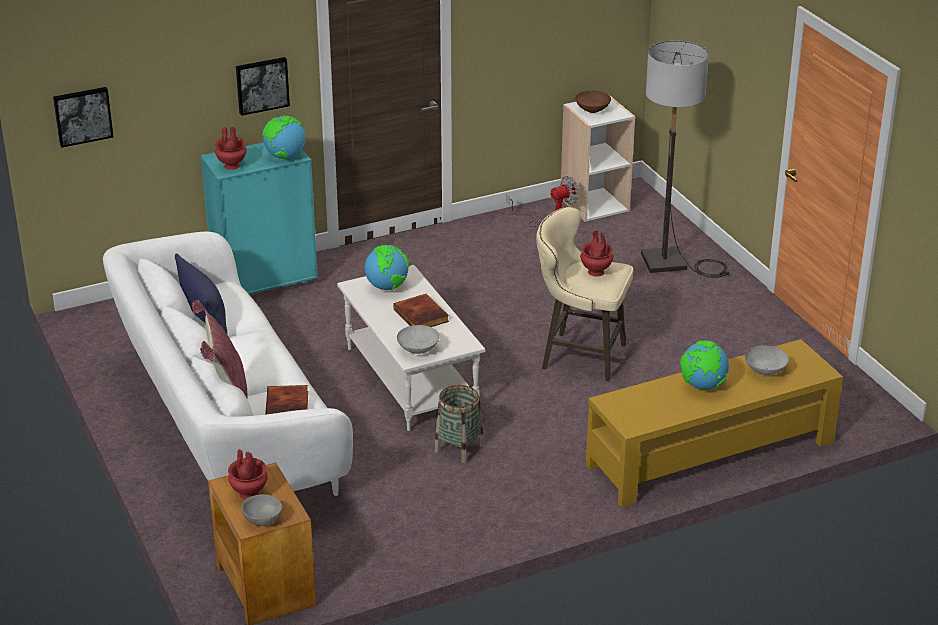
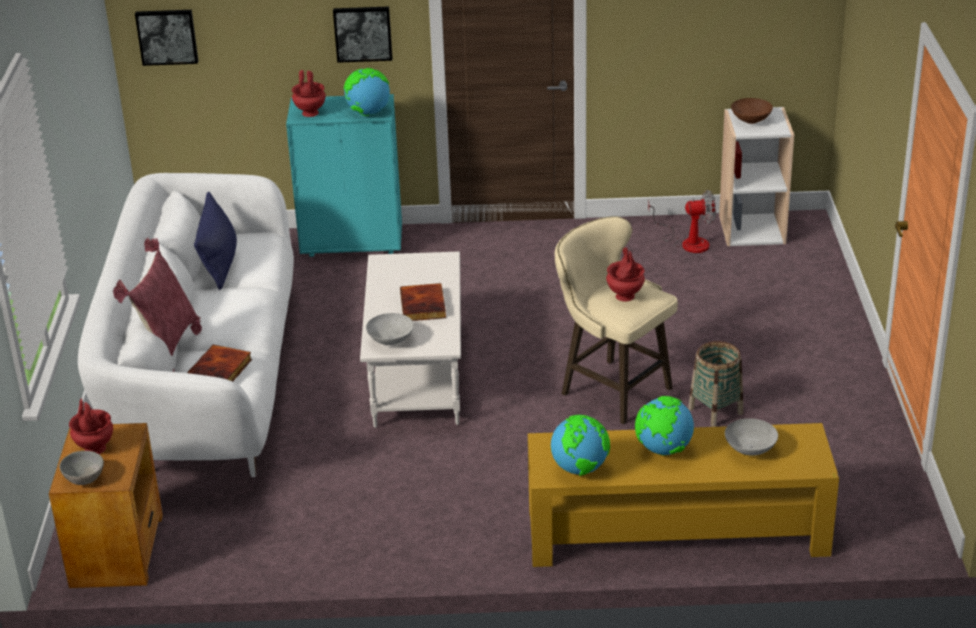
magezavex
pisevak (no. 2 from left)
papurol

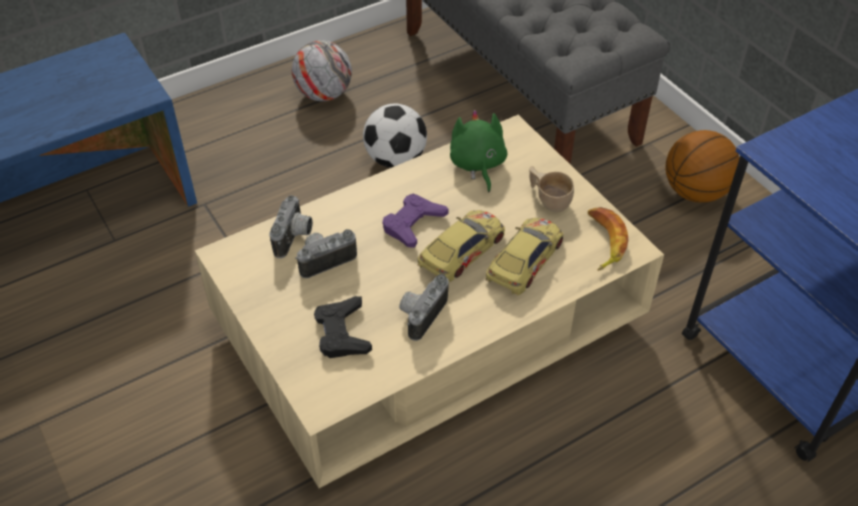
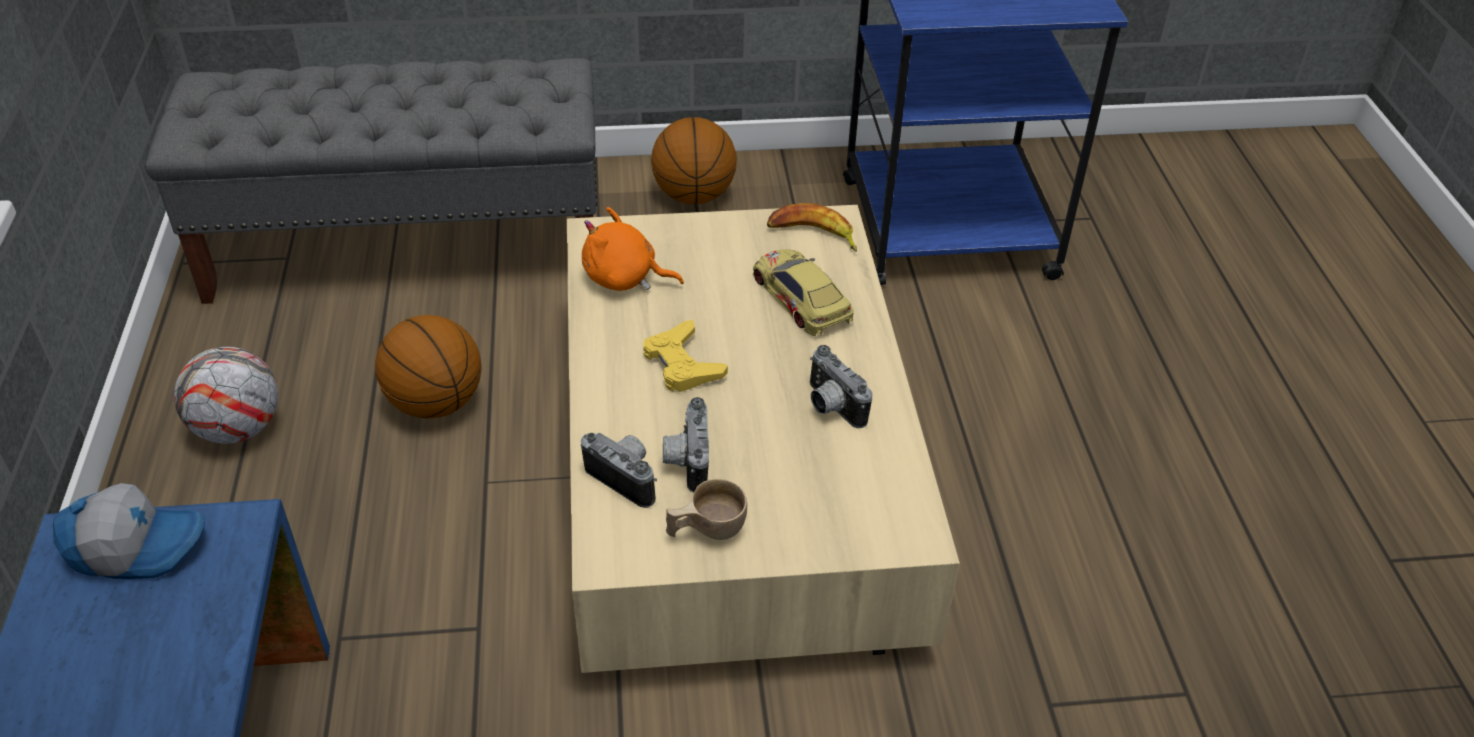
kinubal (no. 1 from left)
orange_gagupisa
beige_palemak
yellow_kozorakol
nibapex (no. 1 from left in the first image)
black_kozorakol
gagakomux

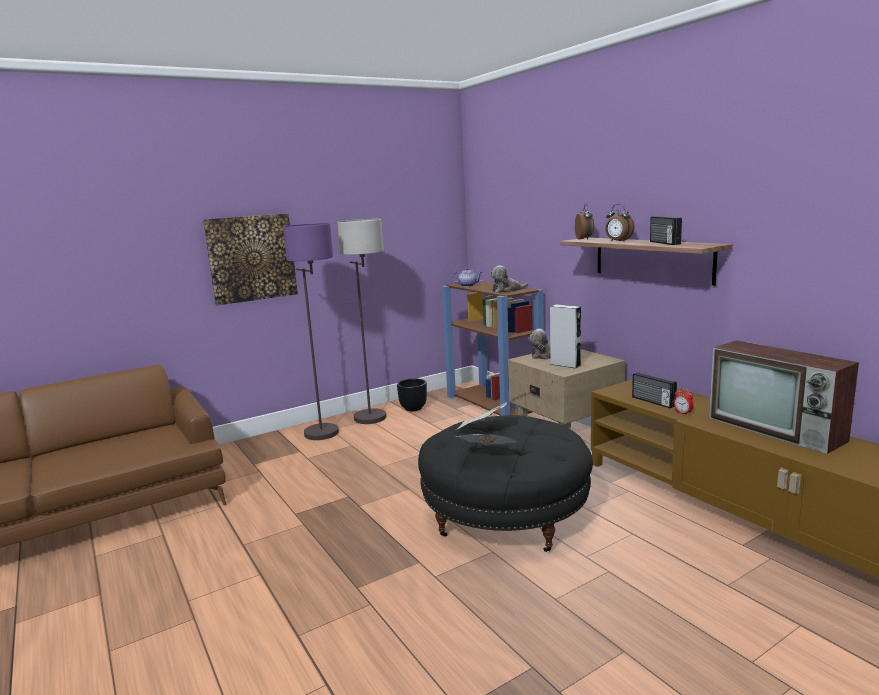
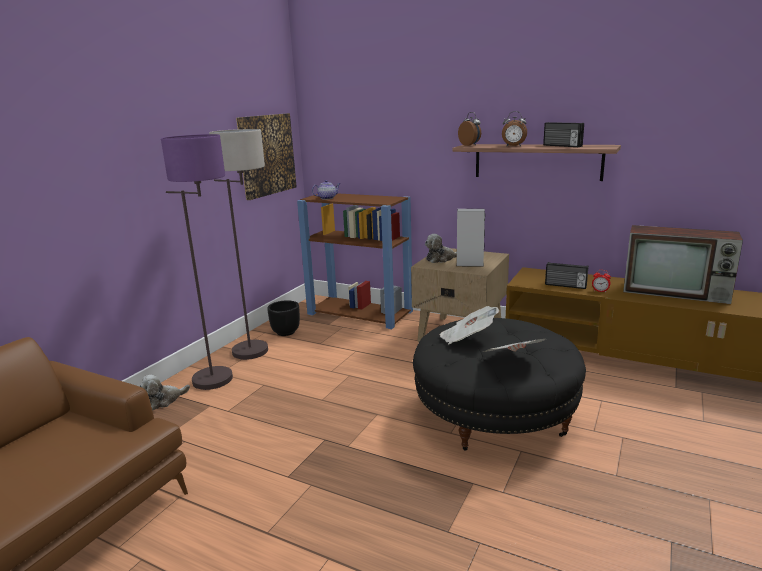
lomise
gagupisa (no. 1 from left)

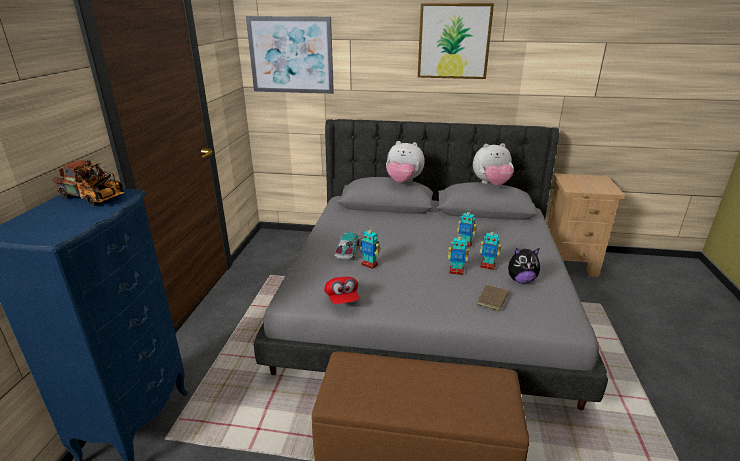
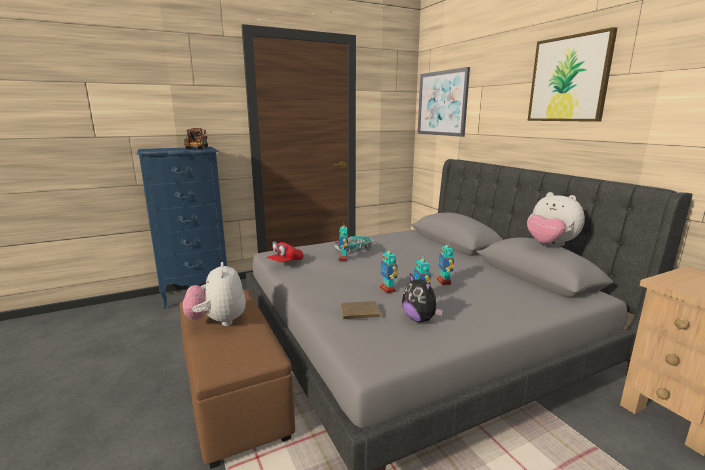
gagupisa (no. 1 from left)

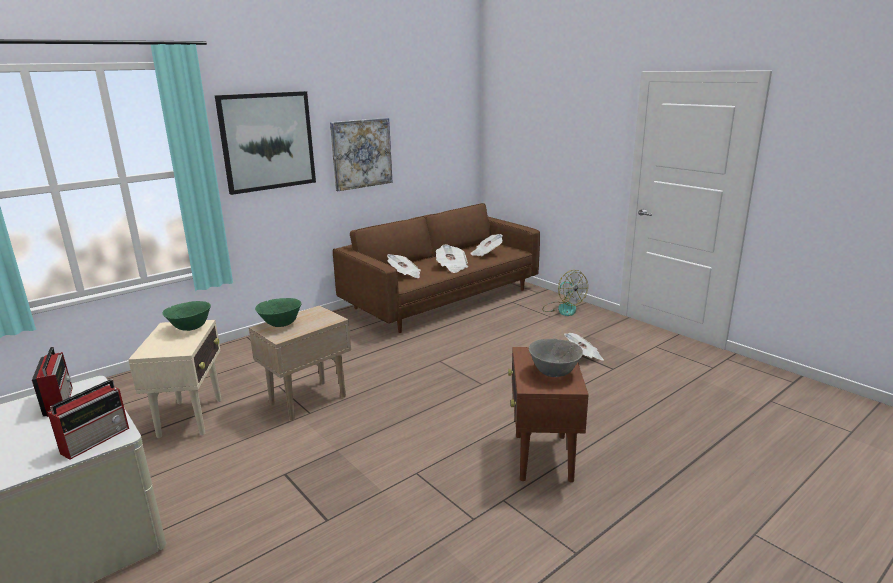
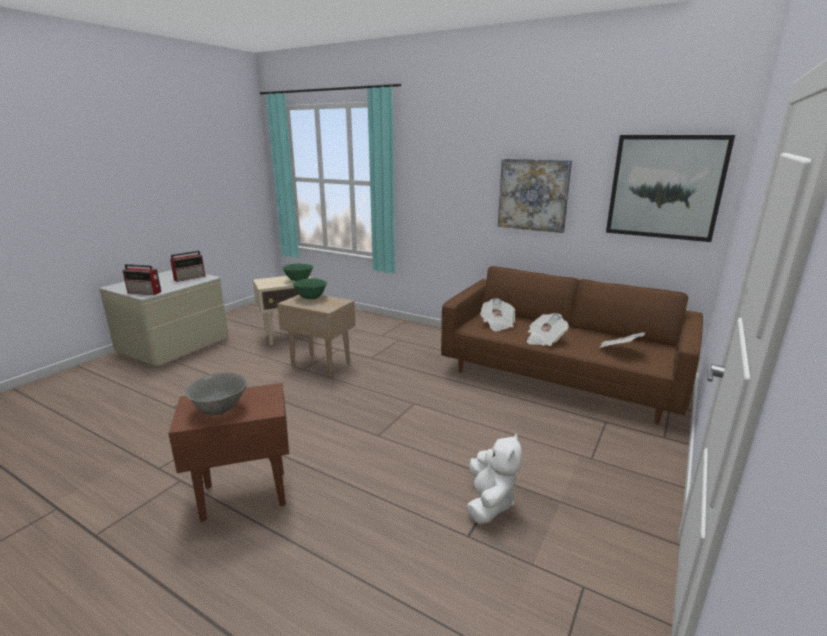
lomise (no. 2 from left)
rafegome
white_gagupisa

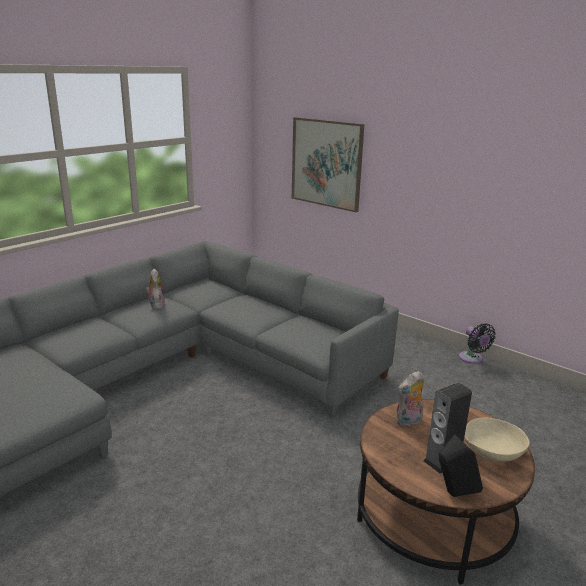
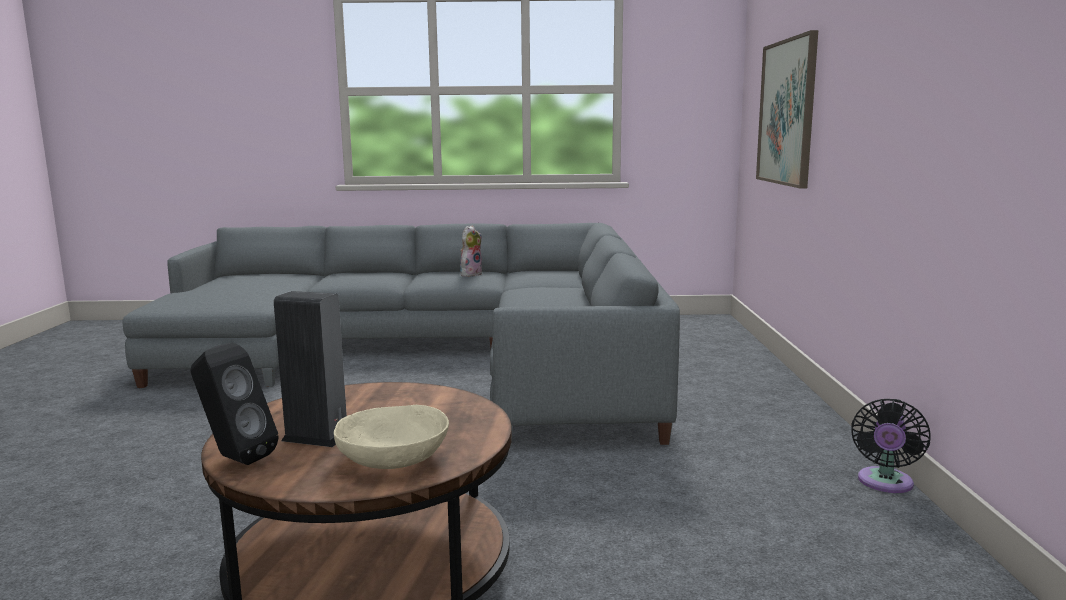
gagupisa (no. 2 from left in the first image)

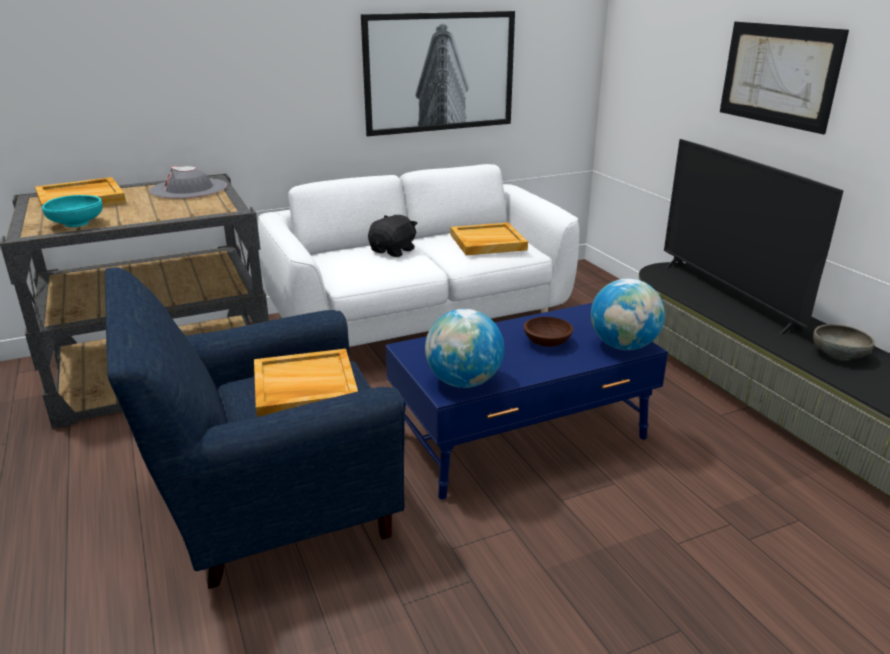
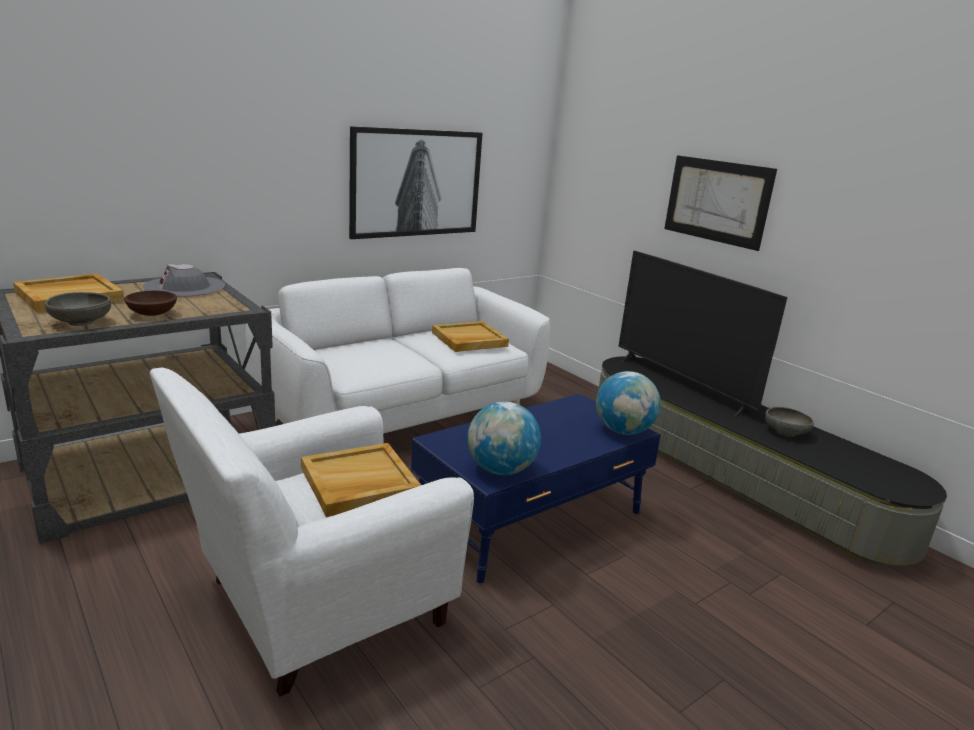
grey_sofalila (no. 1 from left)
black_gagupisa
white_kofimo
brown_sofalila

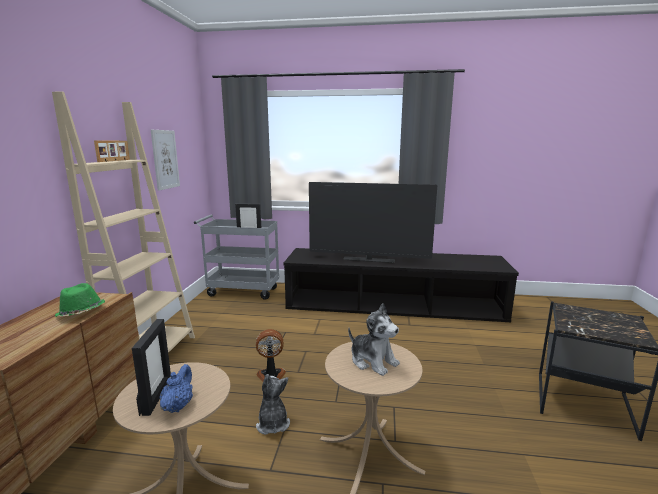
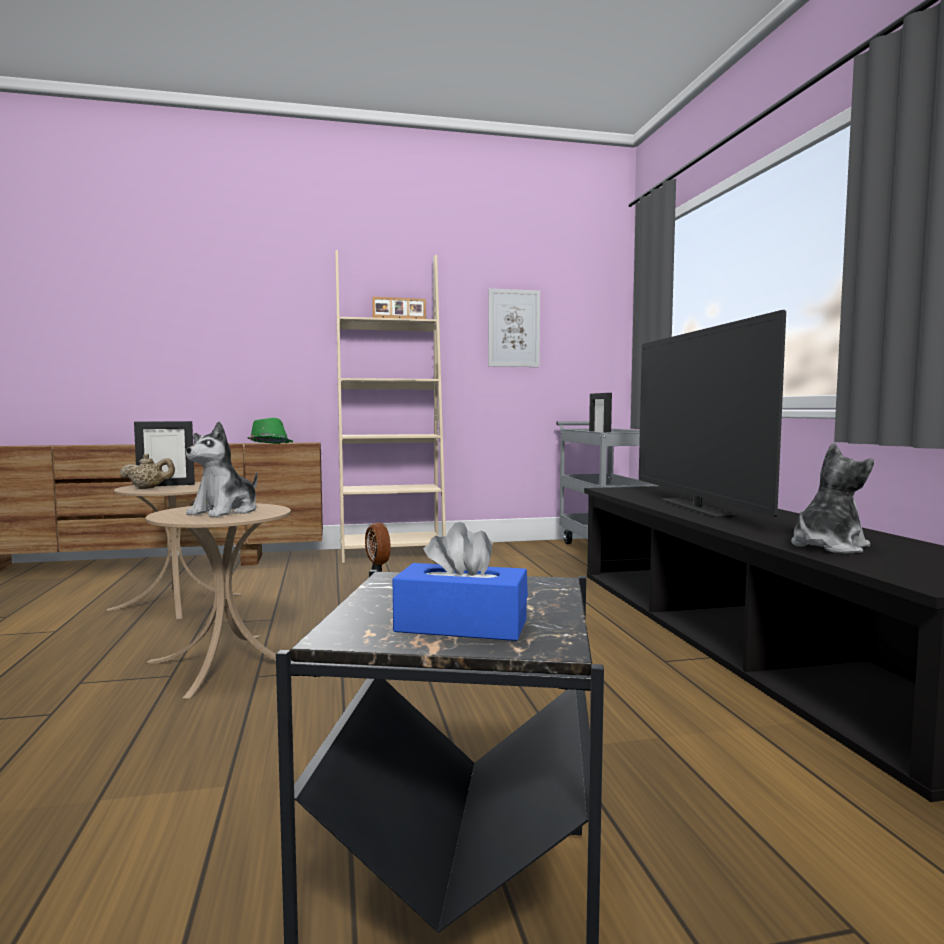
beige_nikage
gagupisa (no. 2 from left)
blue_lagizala

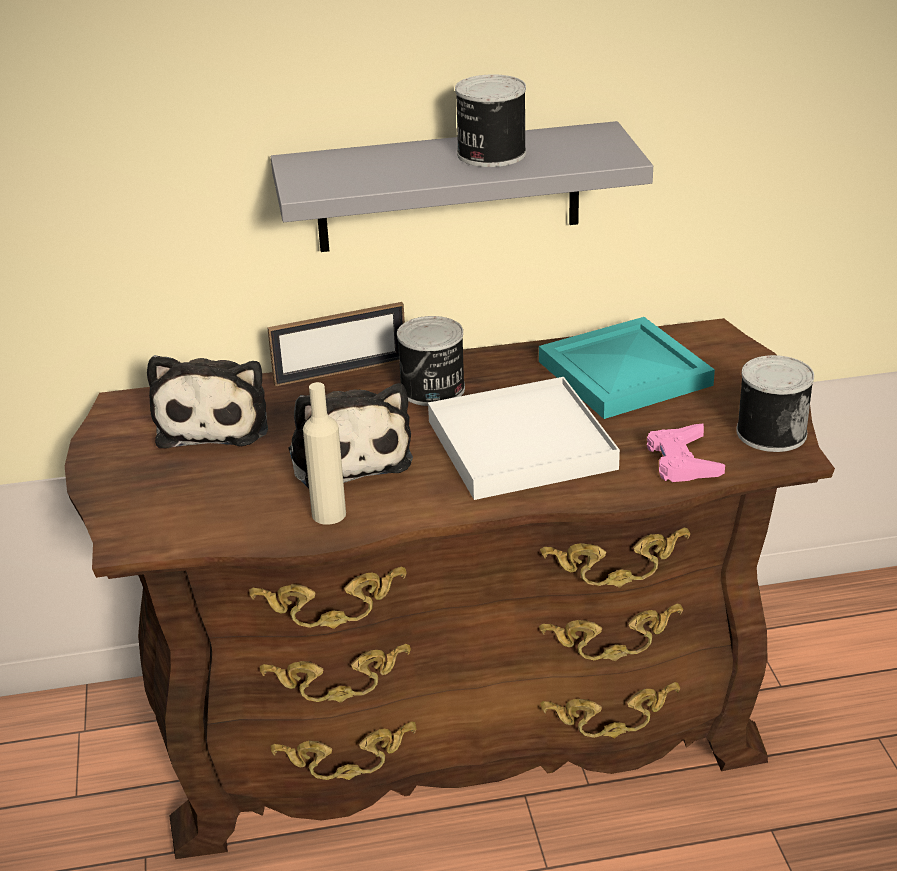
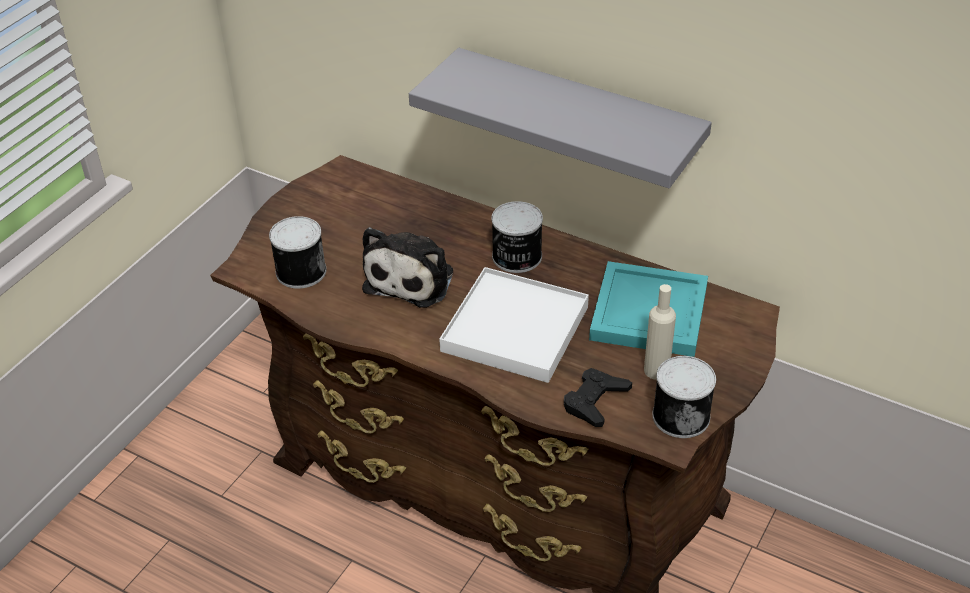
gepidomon (no. 1 from left)
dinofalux
gagupisa (no. 1 from left in the first image)
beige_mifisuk
black_kozorakol

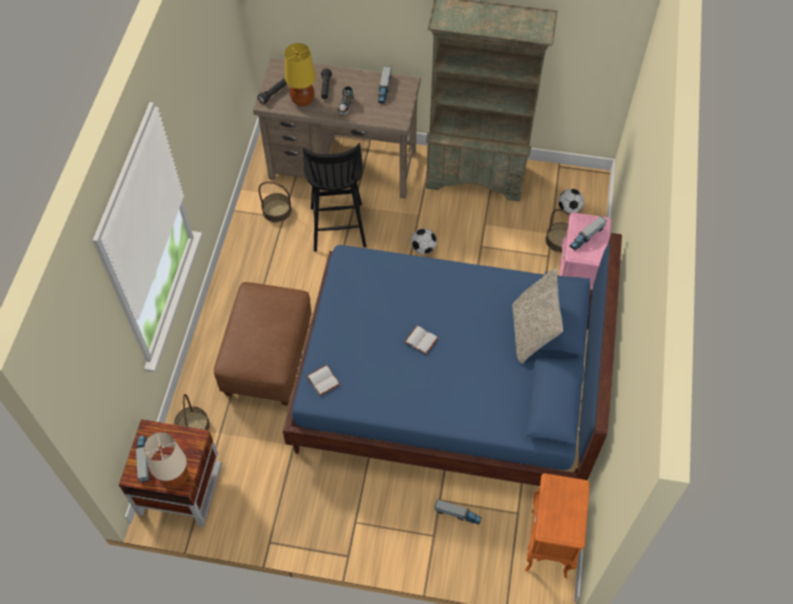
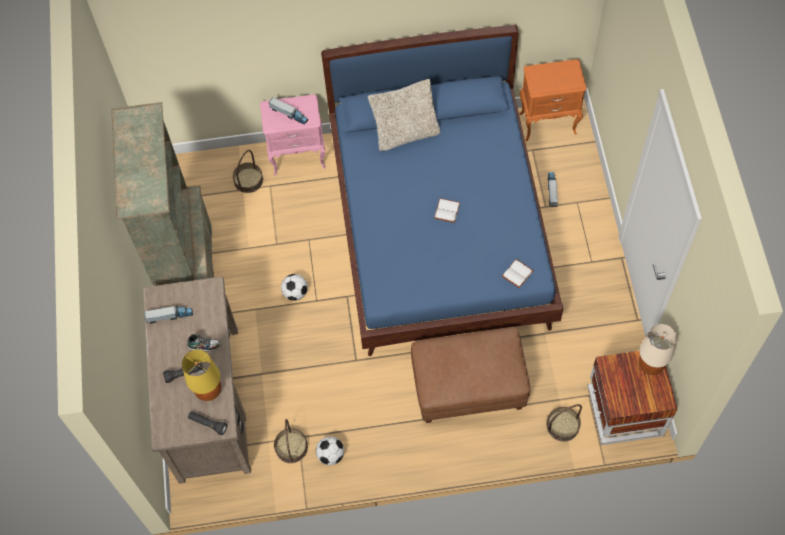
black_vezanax
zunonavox (no. 2 from left)
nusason (no. 1 from left in the first image)

